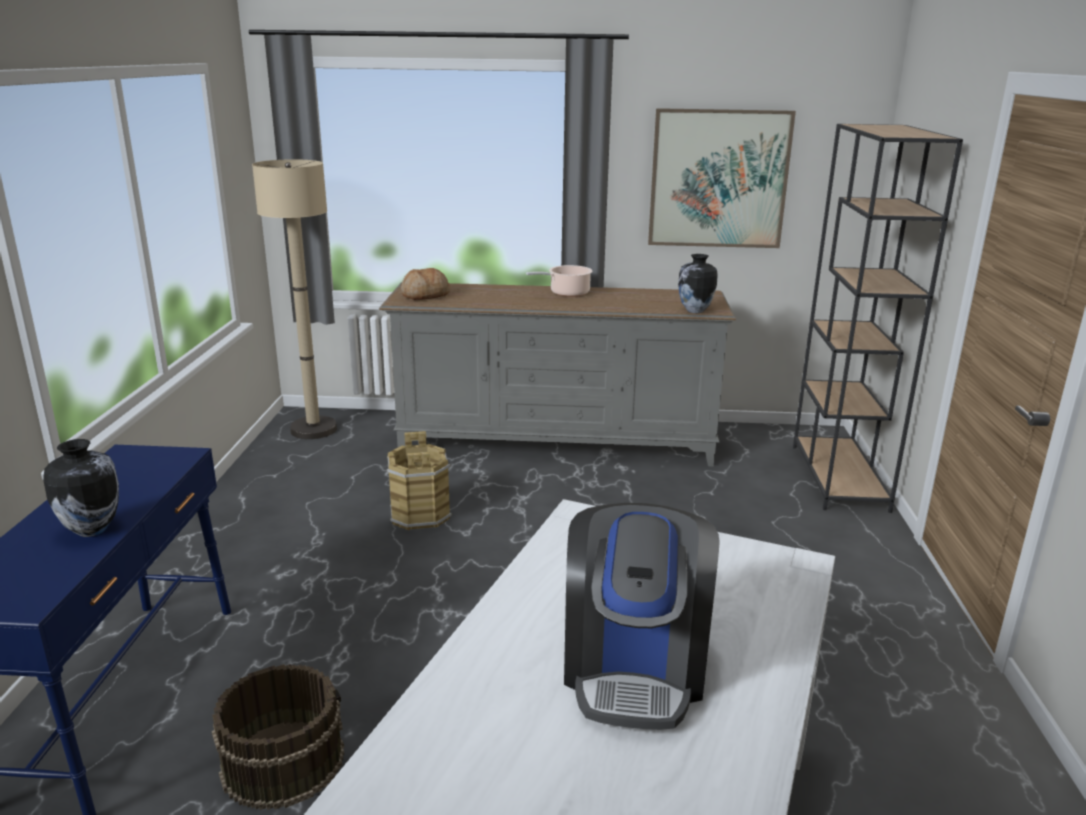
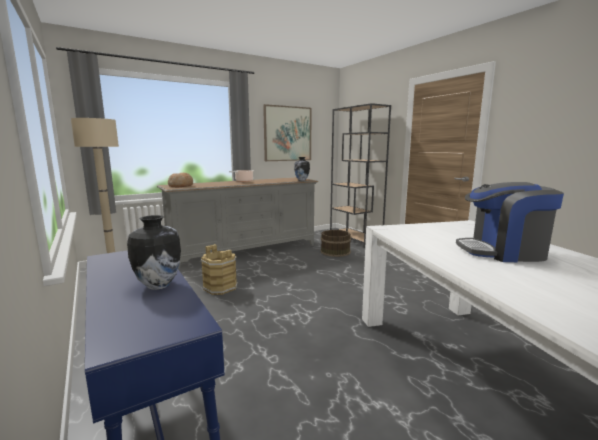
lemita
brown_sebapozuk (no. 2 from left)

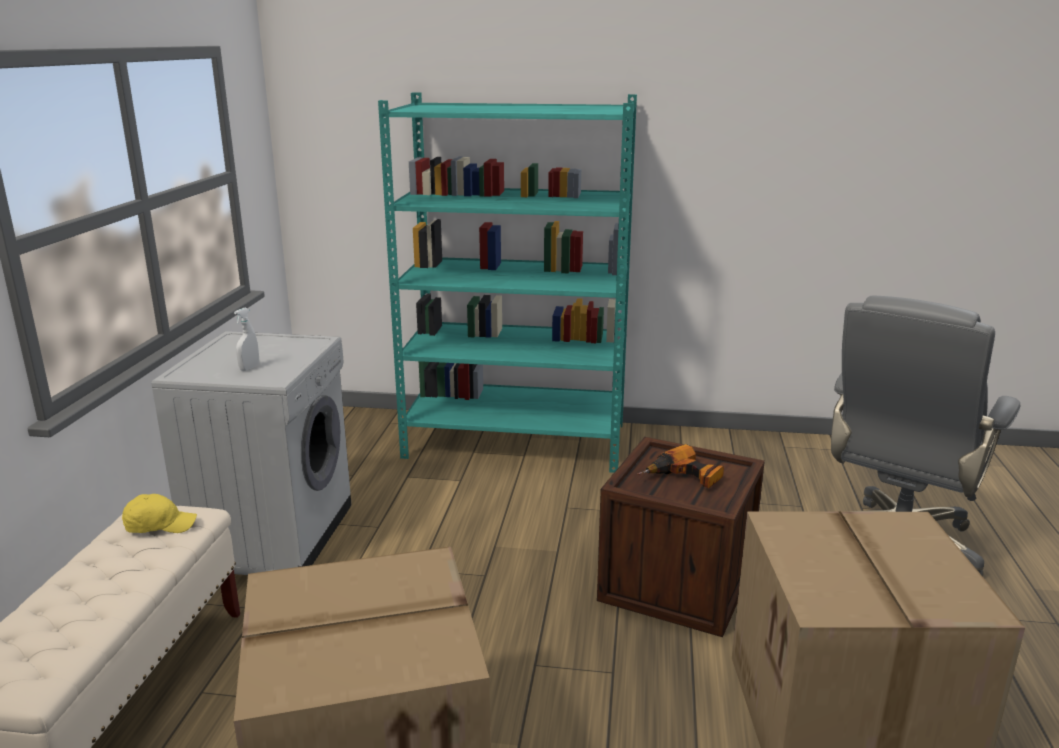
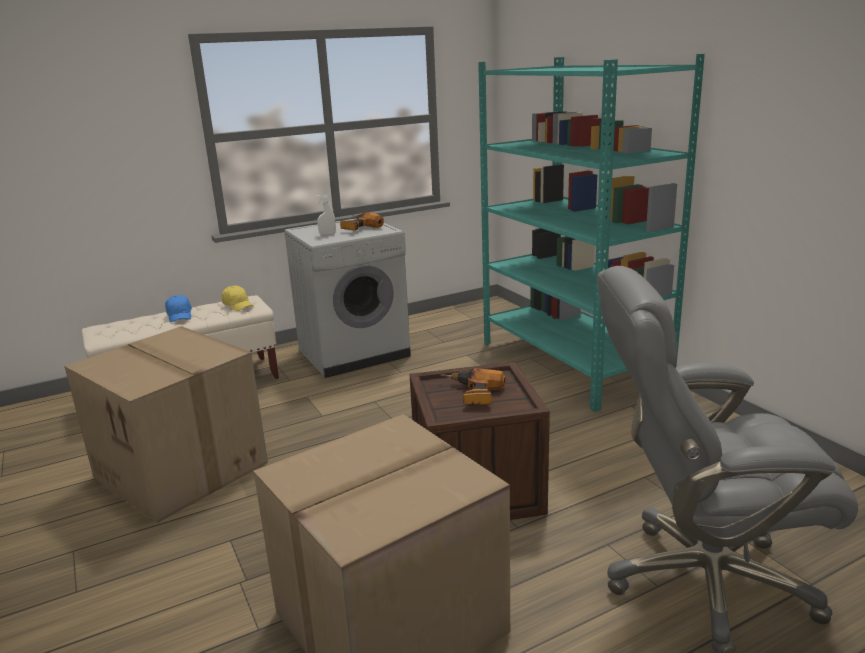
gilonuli (no. 1 from left)
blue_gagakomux

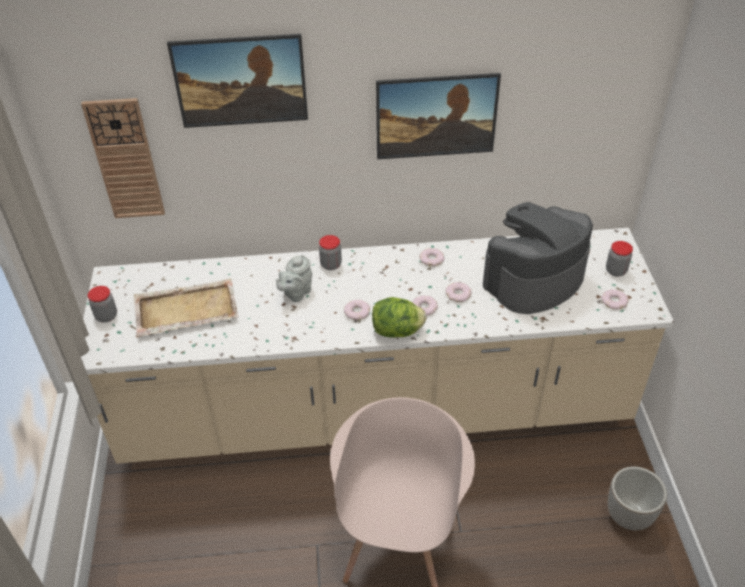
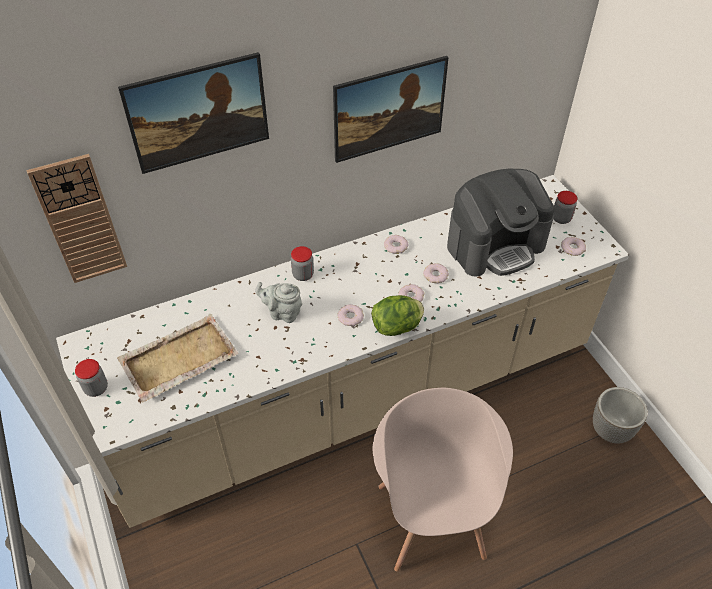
lemita
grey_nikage

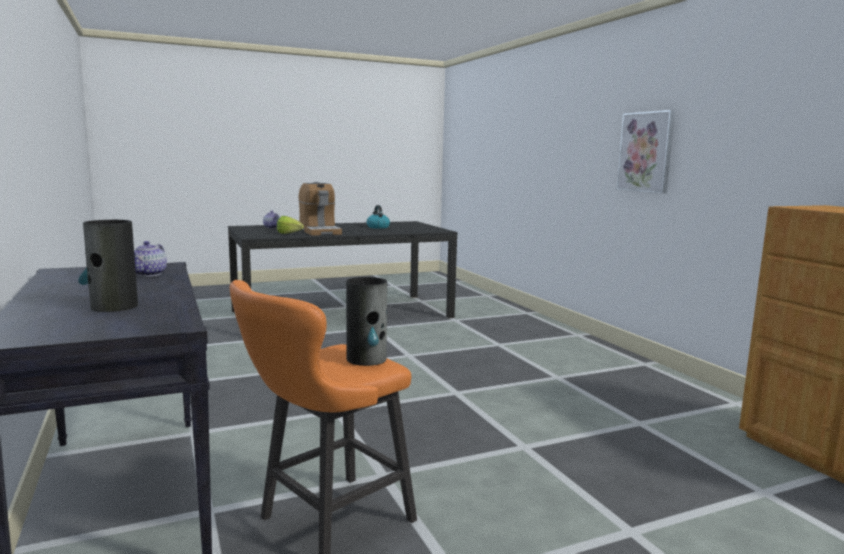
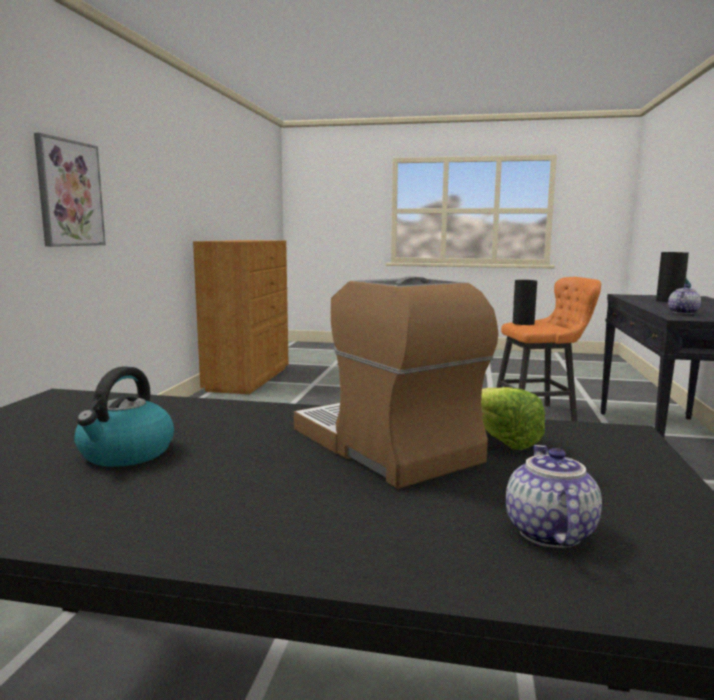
lemita

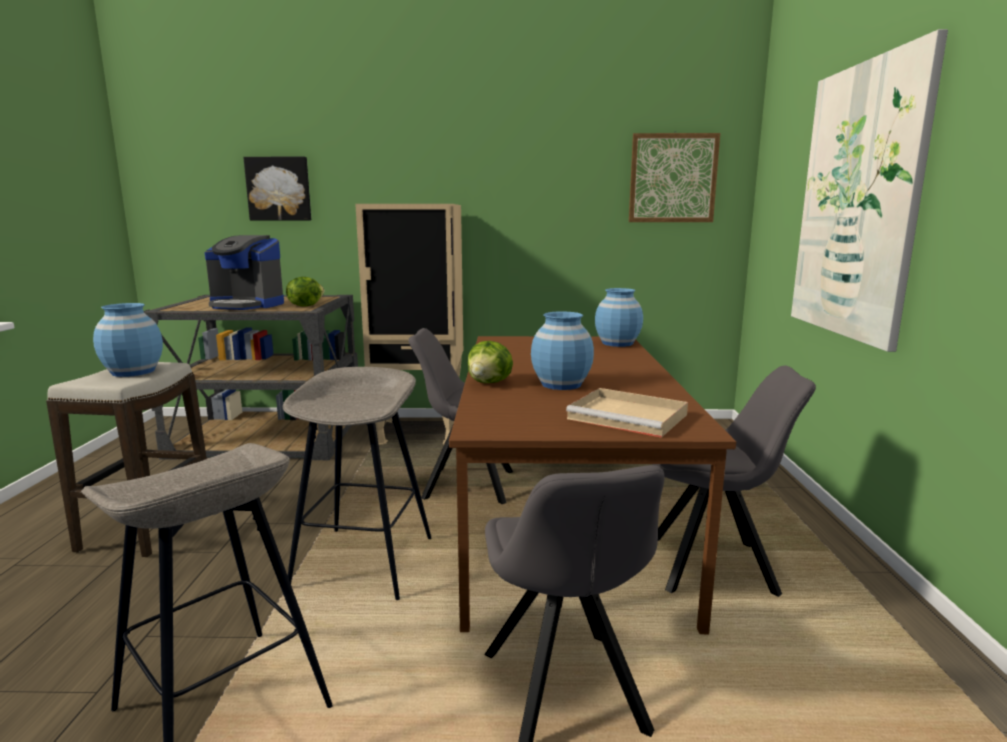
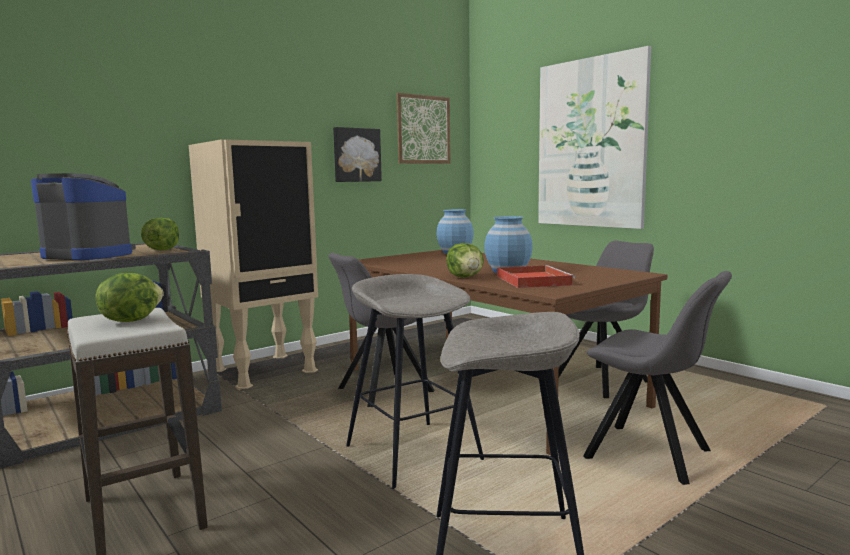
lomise (no. 1 from left)
lemita
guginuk (no. 1 from left)
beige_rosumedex
red_rosumedex

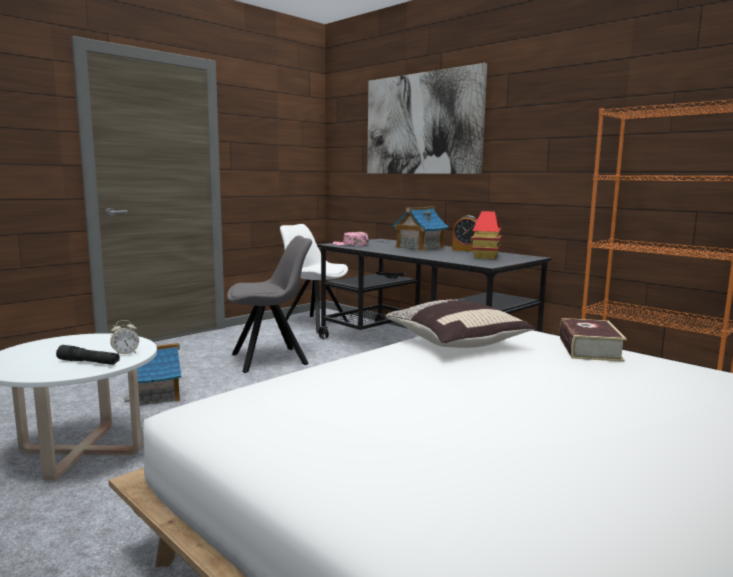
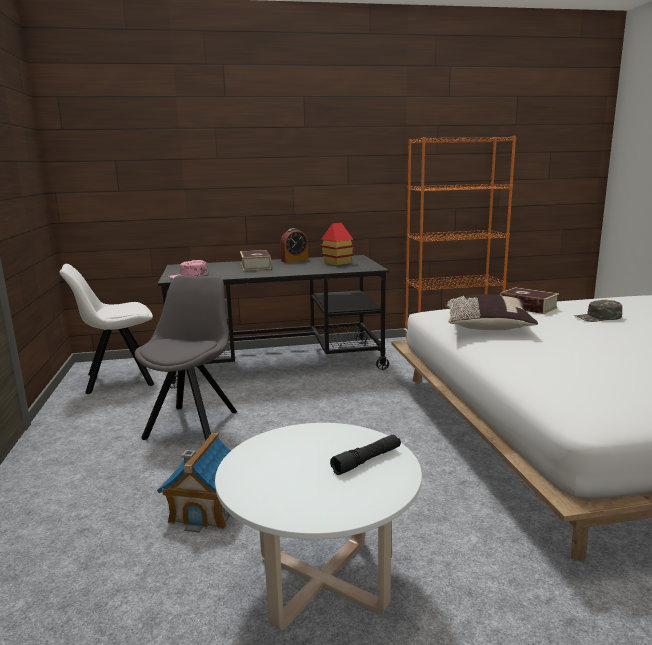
lomise
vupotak (no. 1 from left)
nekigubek (no. 1 from left in the first image)
green_gagakomux

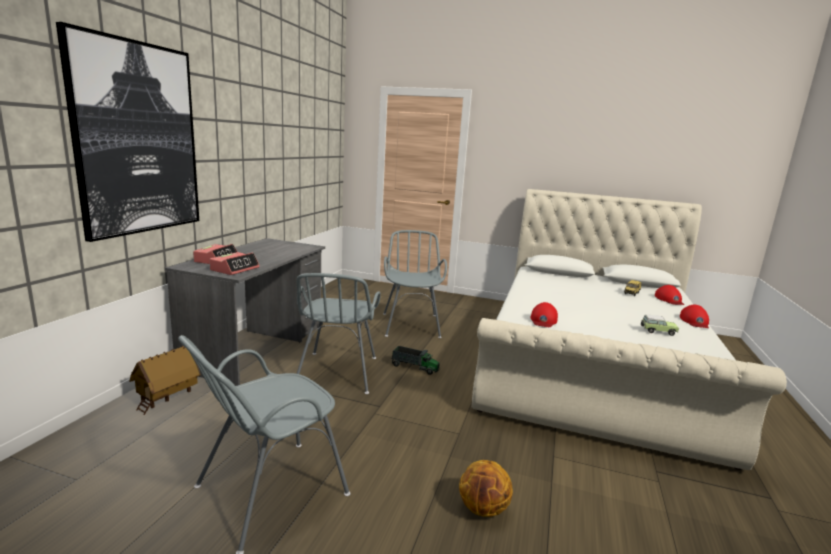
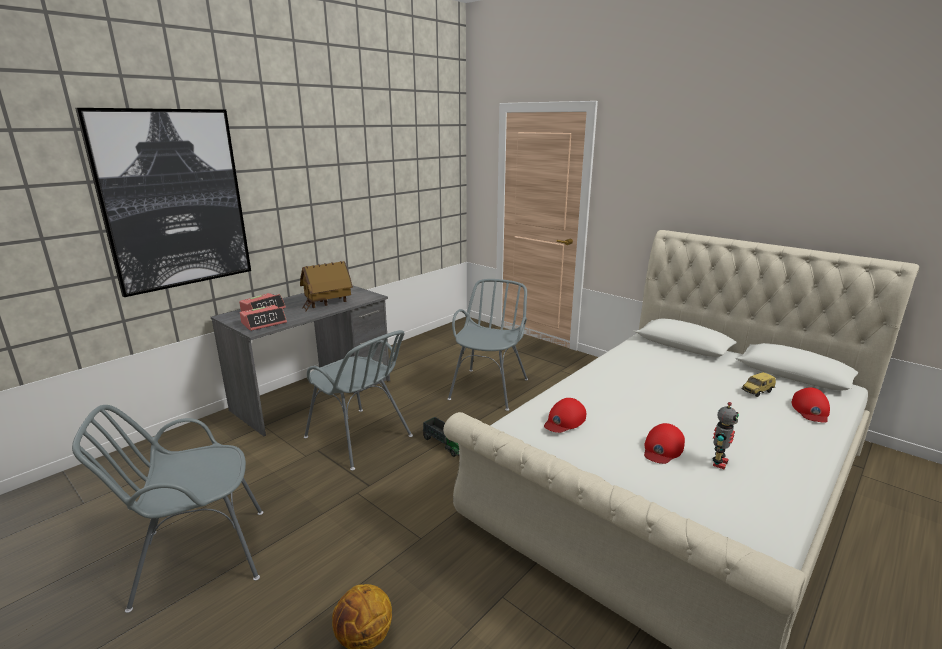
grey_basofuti (no. 2 from left)
red_gagakomux (no. 2 from left)
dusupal
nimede

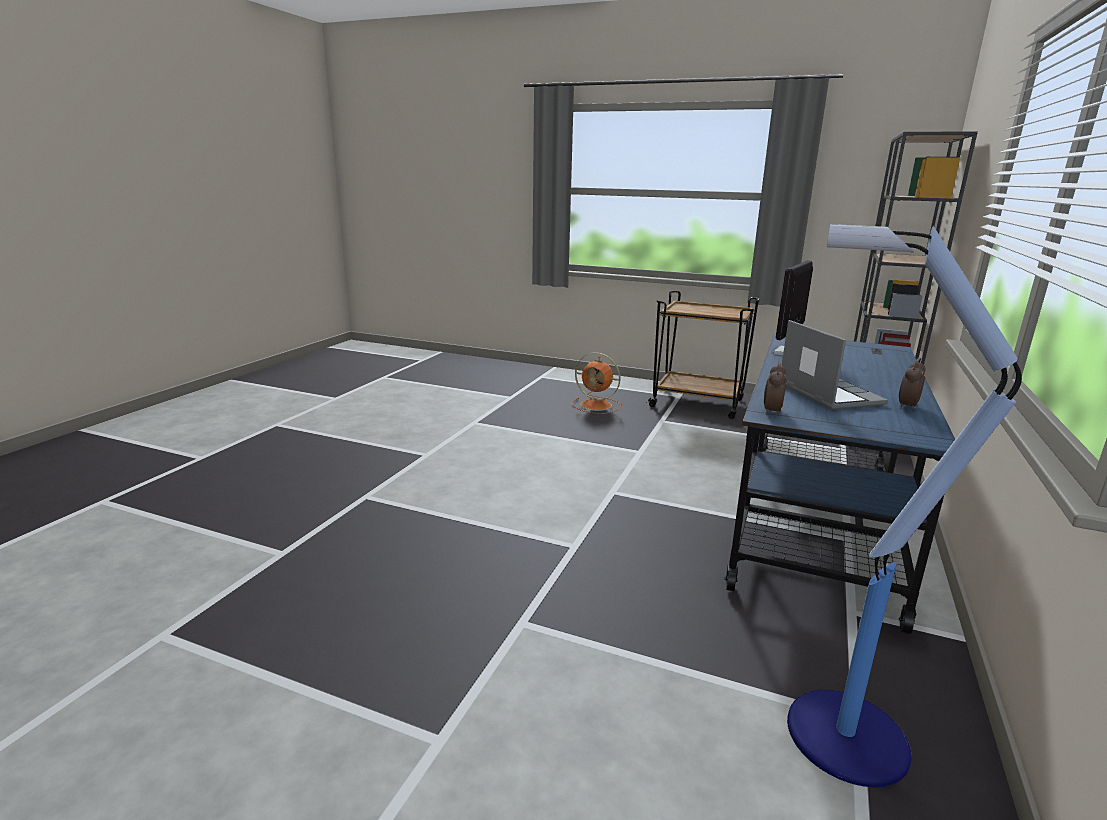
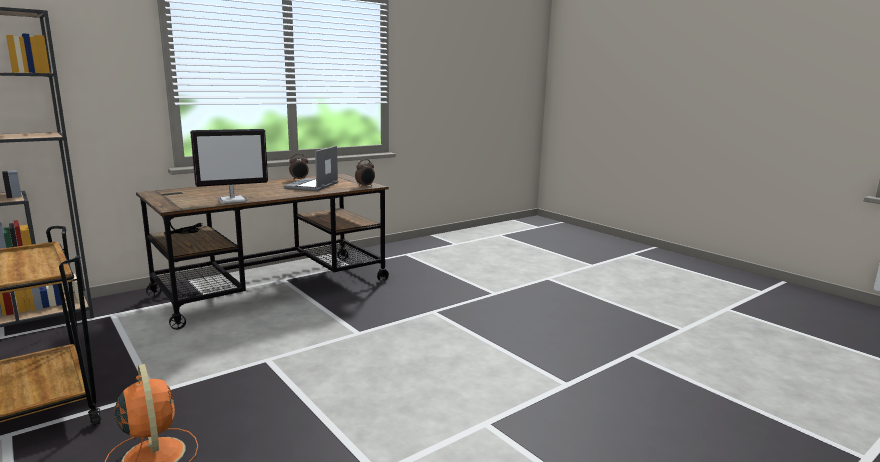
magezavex
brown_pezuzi

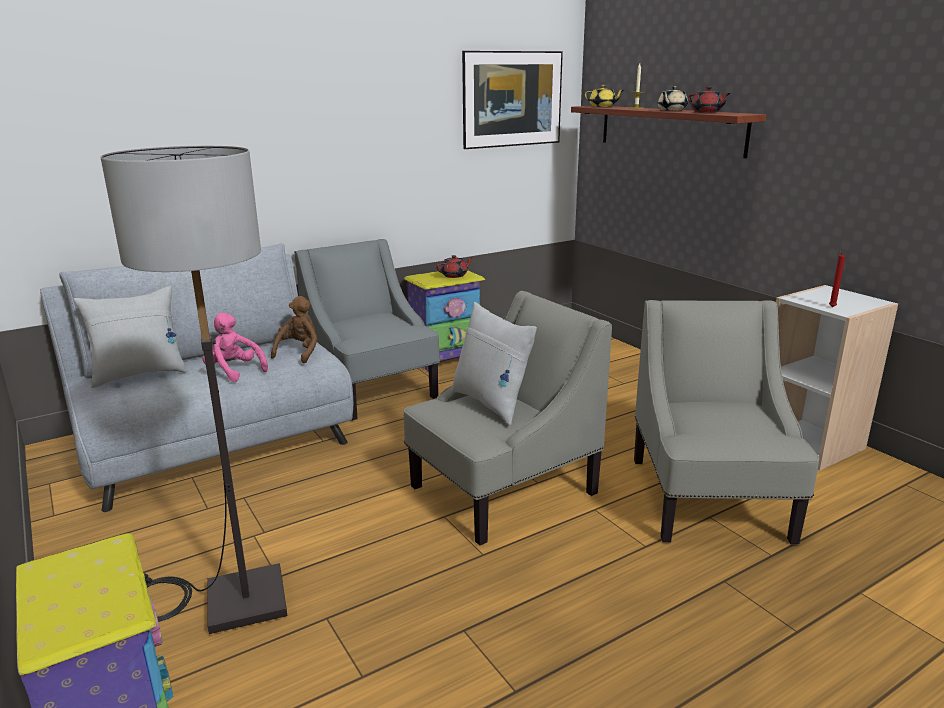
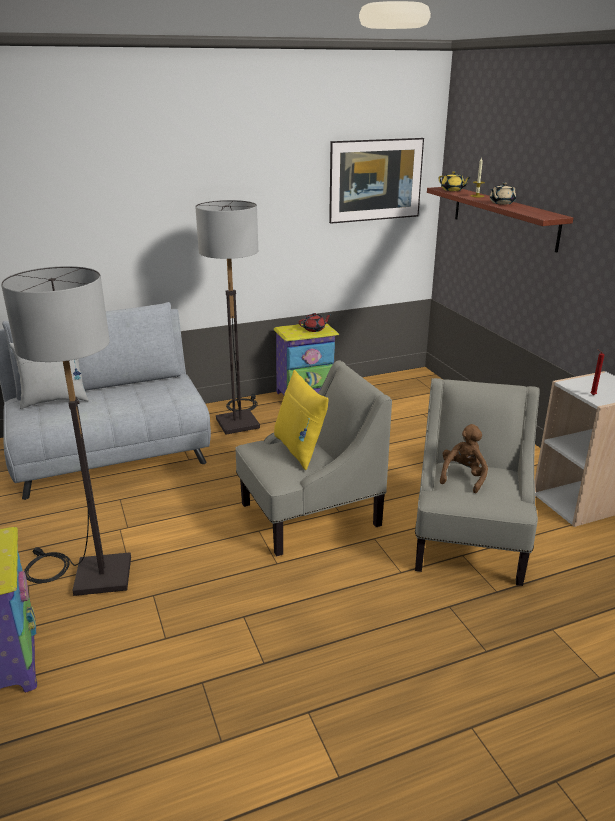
red_nikage (no. 2 from left in the first image)
magezavex (no. 2 from left)
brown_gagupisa
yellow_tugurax
pink_gagupisa

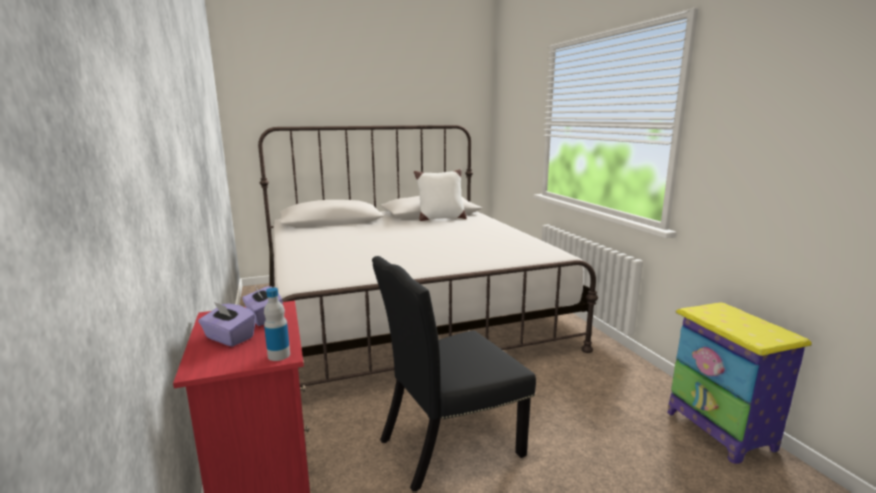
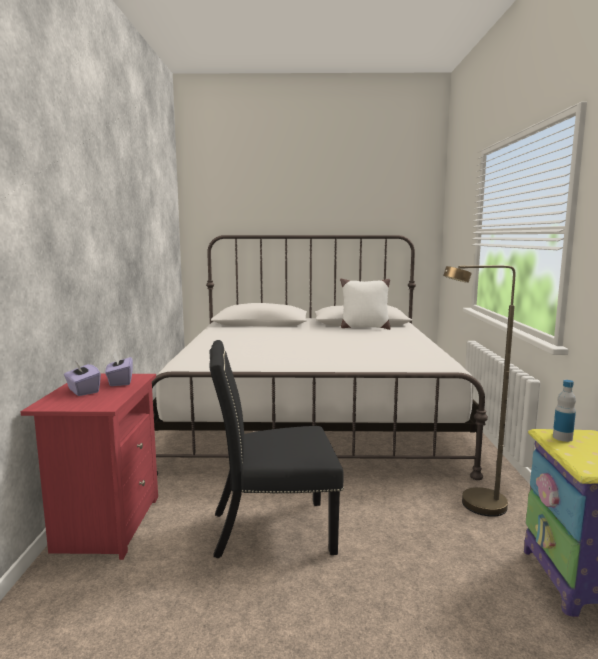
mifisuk
brown_magezavex

